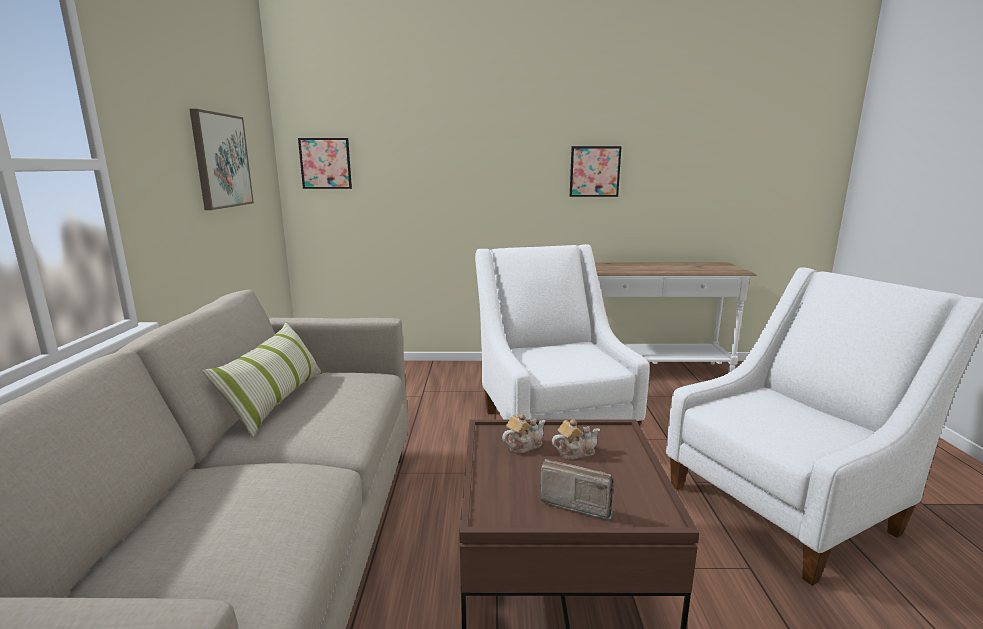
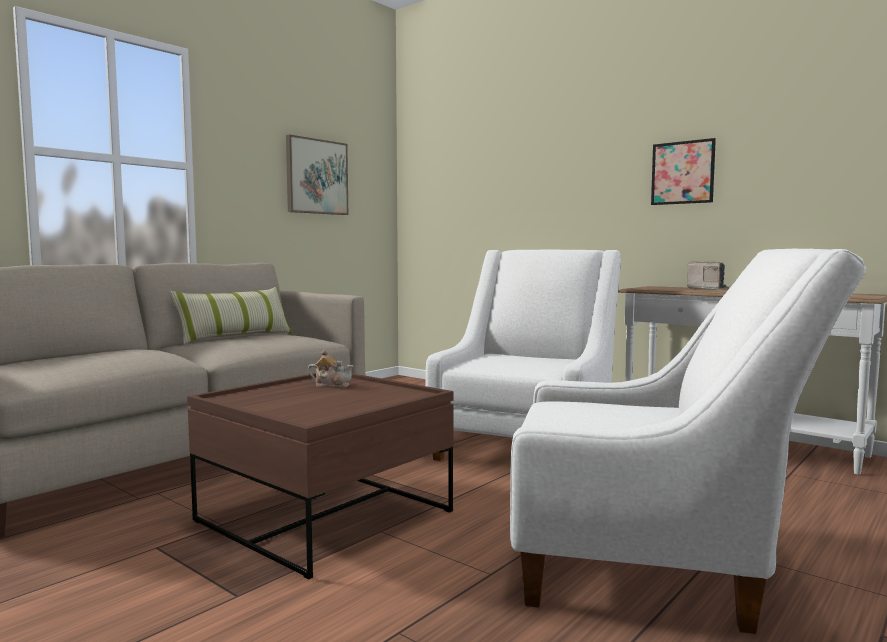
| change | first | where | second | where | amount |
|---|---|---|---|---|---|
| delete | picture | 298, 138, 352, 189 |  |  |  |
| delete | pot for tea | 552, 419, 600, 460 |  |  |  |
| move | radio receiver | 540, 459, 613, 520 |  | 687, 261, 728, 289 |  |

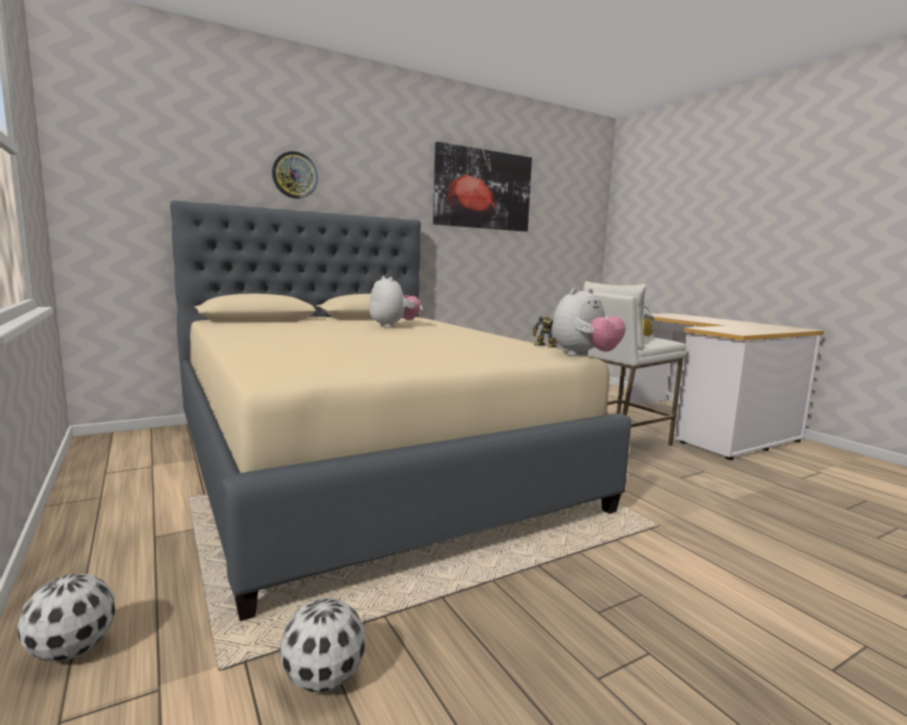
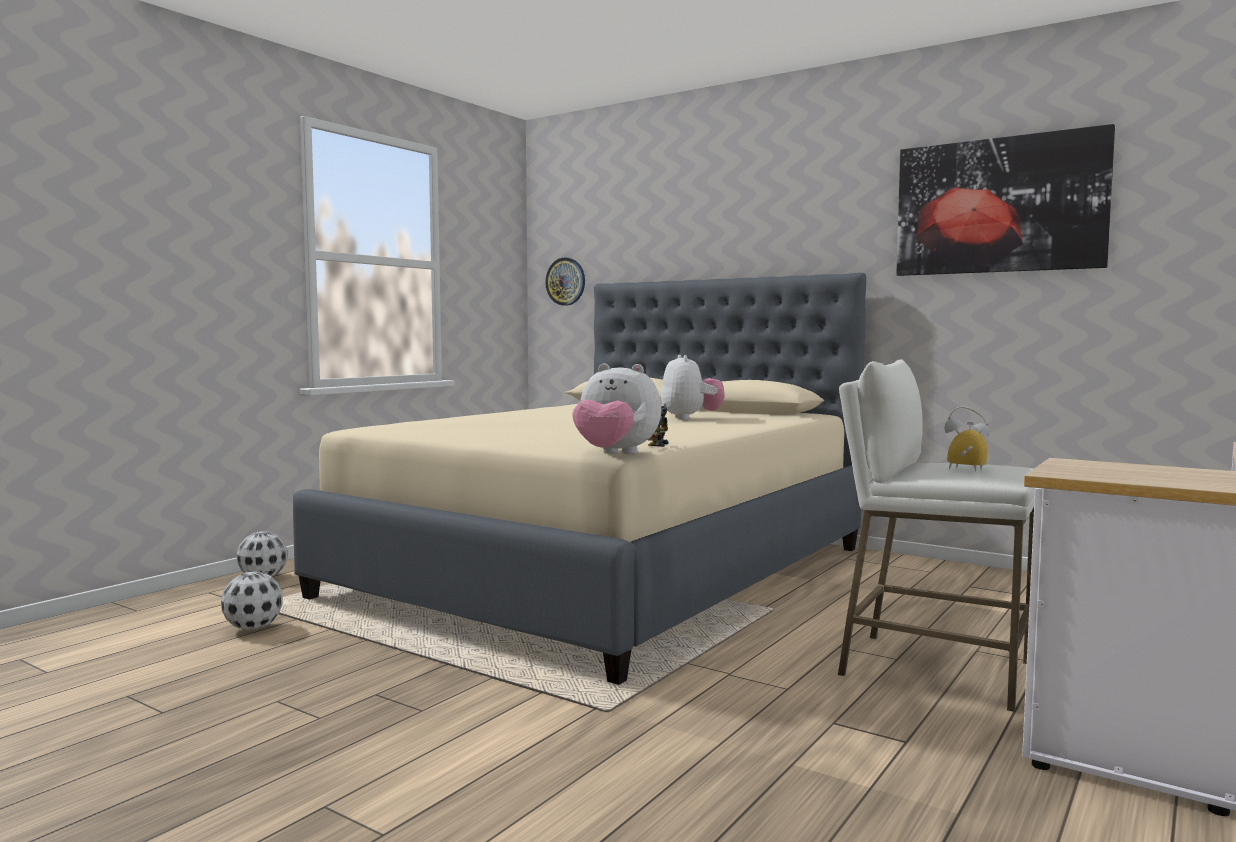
| change | first | where | second | where | amount |
|---|---|---|---|---|---|
| move | hanging clock | 272, 151, 318, 199 |  | 545, 257, 585, 306 |  |
| rotate | soft toy | 369, 276, 420, 328 |  | 661, 355, 725, 420 | 45 degrees counterclockwise |

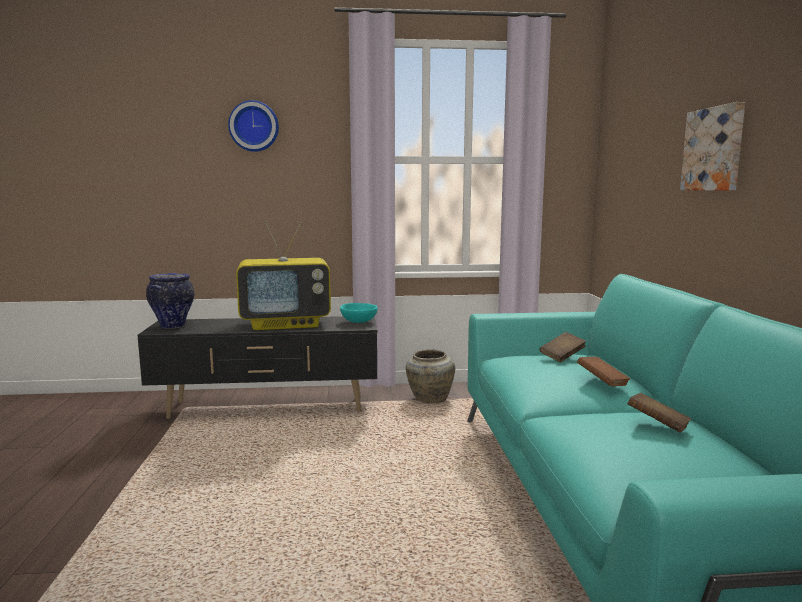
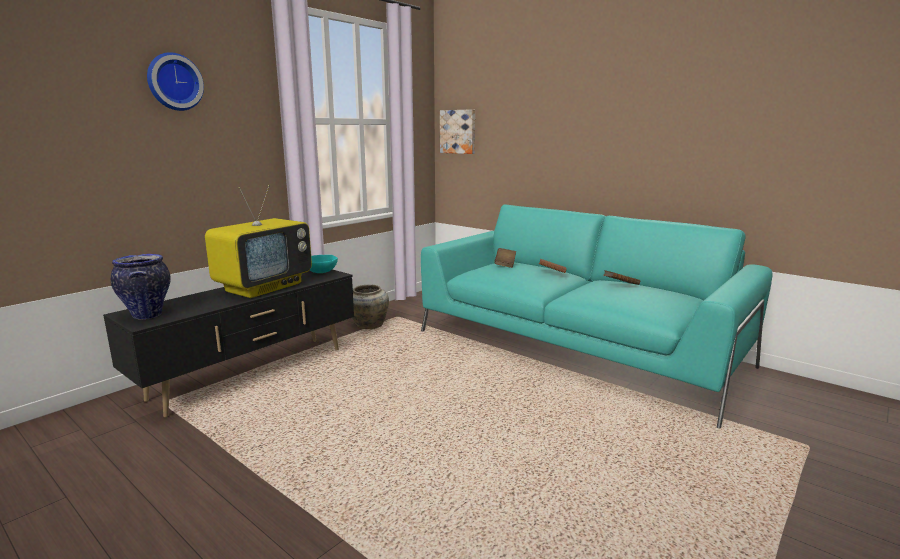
| change | first | where | second | where | amount |
|---|---|---|---|---|---|
| move | picture | 680, 102, 745, 191 |  | 440, 109, 475, 154 |  |

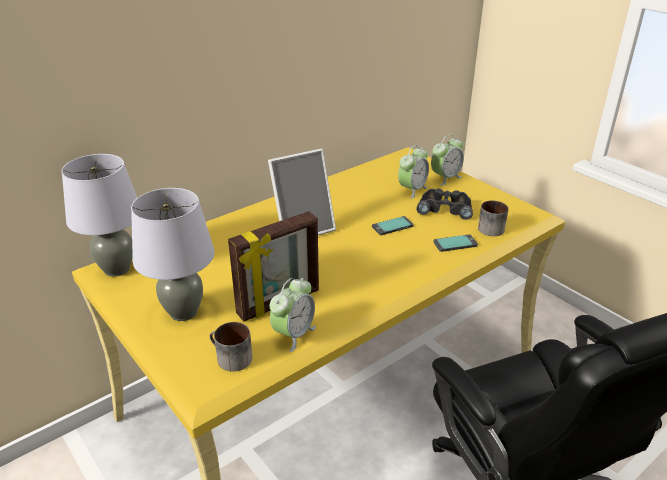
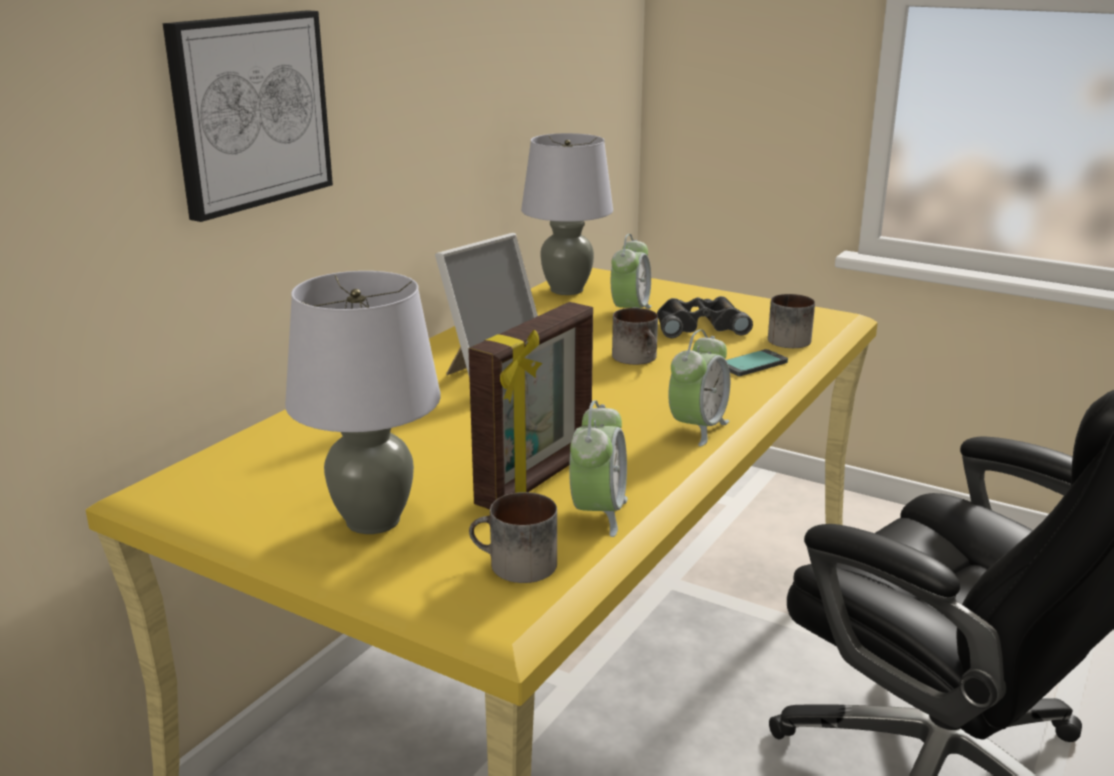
| change | first | where | second | where | amount |
|---|---|---|---|---|---|
| move | bedside clock | 431, 135, 464, 186 |  | 668, 329, 730, 447 |  |
| move | greyish tabletop lamp | 61, 154, 137, 277 |  | 521, 133, 613, 295 |  |
| replace | handset | 372, 216, 414, 235 | tea mug | 612, 308, 658, 365 |  |
| insert |  |  | picture | 163, 10, 333, 222 |  |

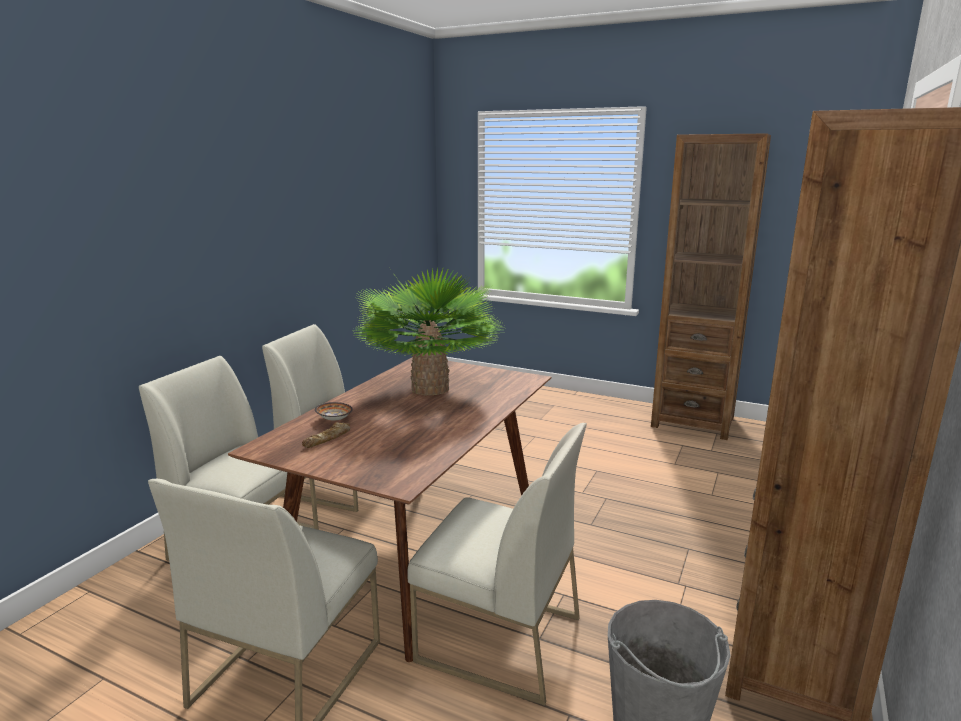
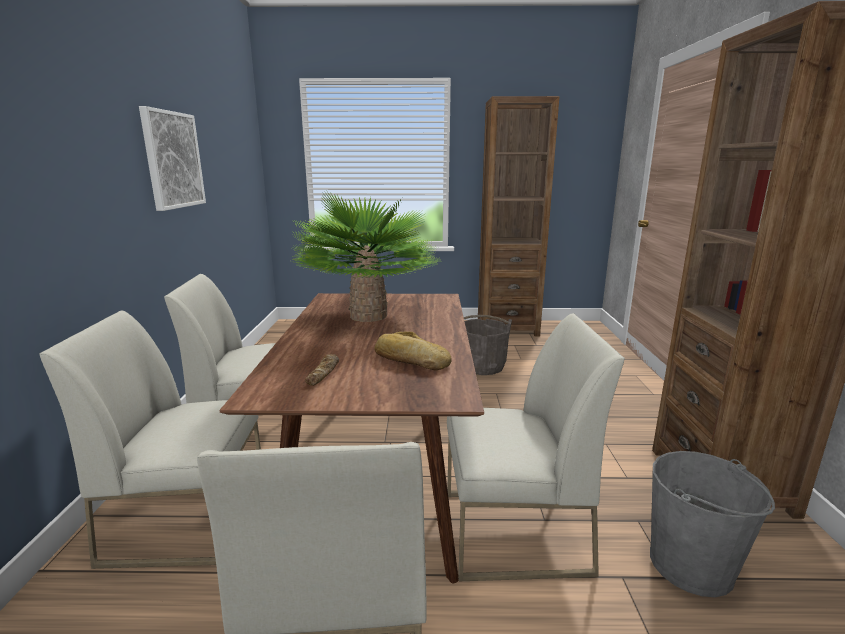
| change | first | where | second | where | amount |
|---|---|---|---|---|---|
| delete | deep dish | 315, 402, 353, 420 |  |  |  |
| insert |  |  | picture | 139, 106, 206, 211 |  |
| insert |  |  | greyish pail | 464, 315, 512, 375 |  |
| insert |  |  | bread | 375, 332, 452, 370 |  |

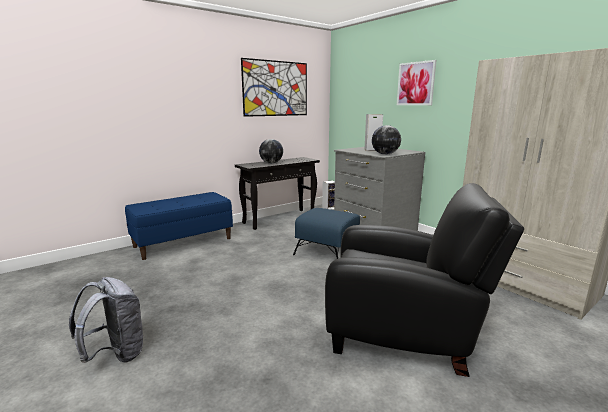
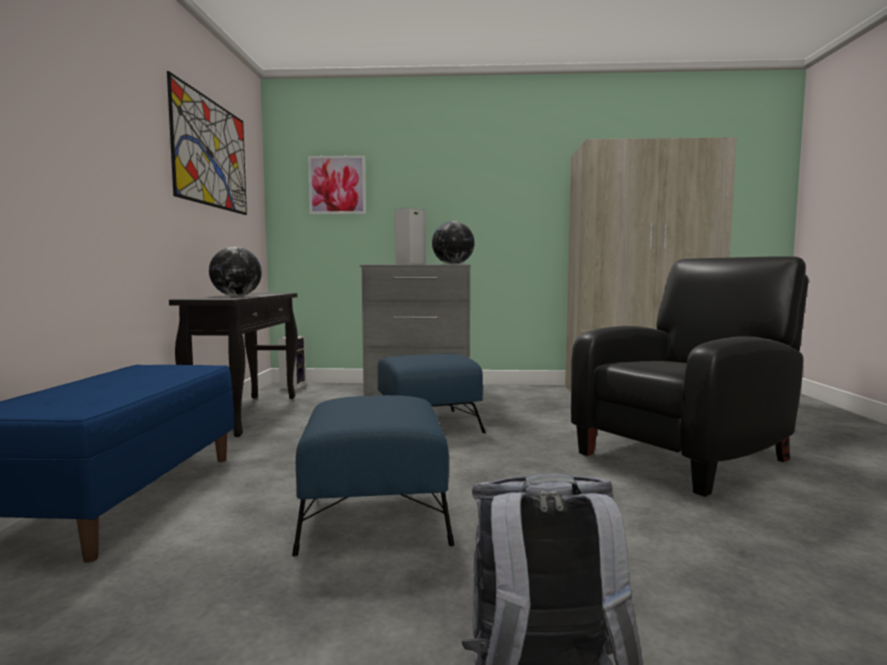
| change | first | where | second | where | amount |
|---|---|---|---|---|---|
| move | picture | 397, 60, 436, 105 |  | 308, 155, 366, 214 |  |
| insert |  |  | blue-coloured footrest | 292, 395, 454, 556 |  |

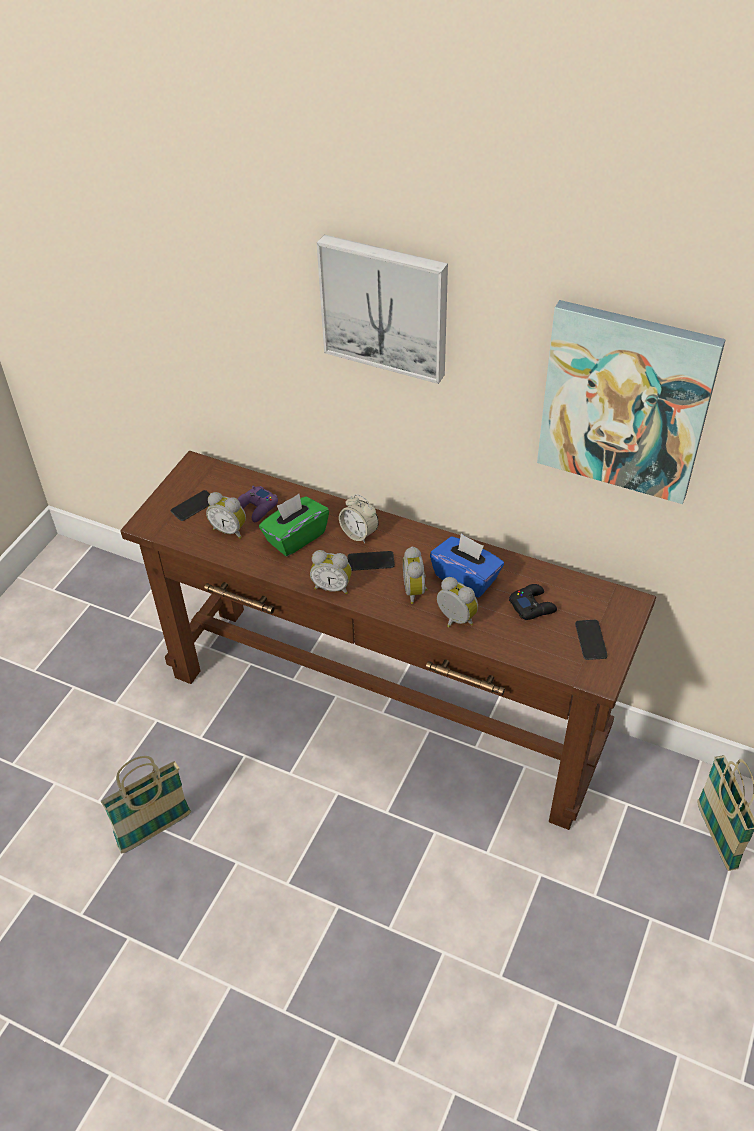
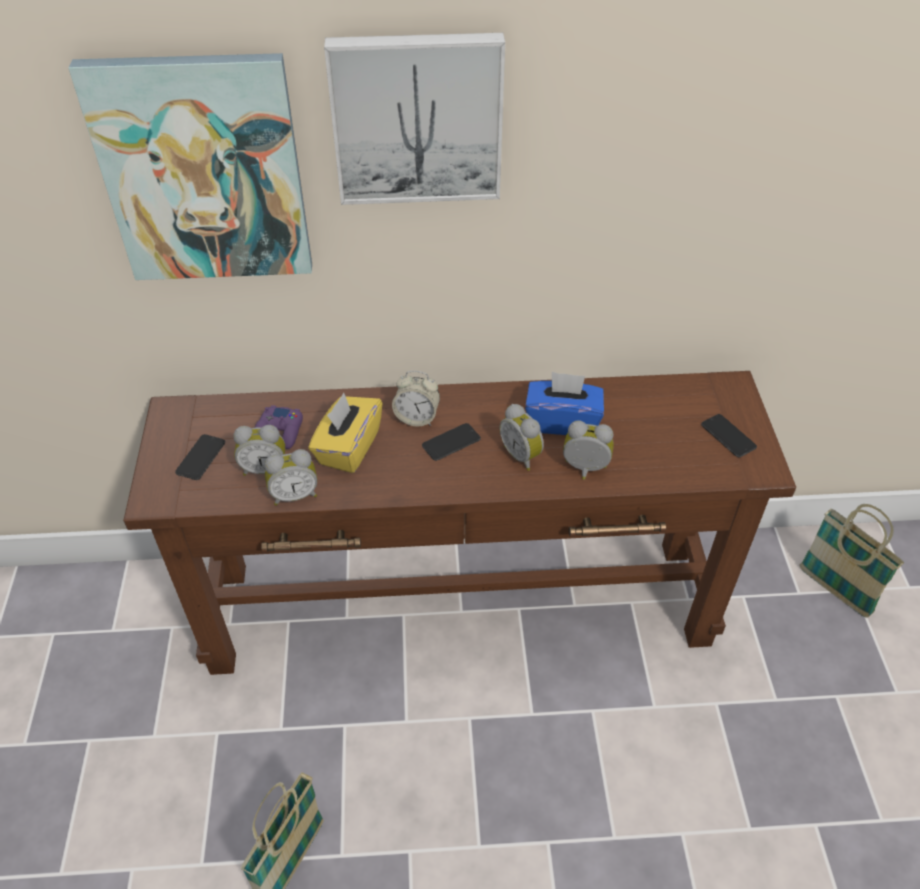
| change | first | where | second | where | amount |
|---|---|---|---|---|---|
| move | picture | 537, 300, 726, 504 |  | 68, 53, 312, 280 |  |
| recolor | green-coloured tissue holder | 259, 494, 329, 557 | yellow-coloured tissue holder | 308, 393, 382, 473 |  |
| move | bedside clock | 310, 550, 352, 594 |  | 264, 449, 317, 506 |  |
| delete | blackish joypad | 509, 584, 557, 620 |  |  |  |

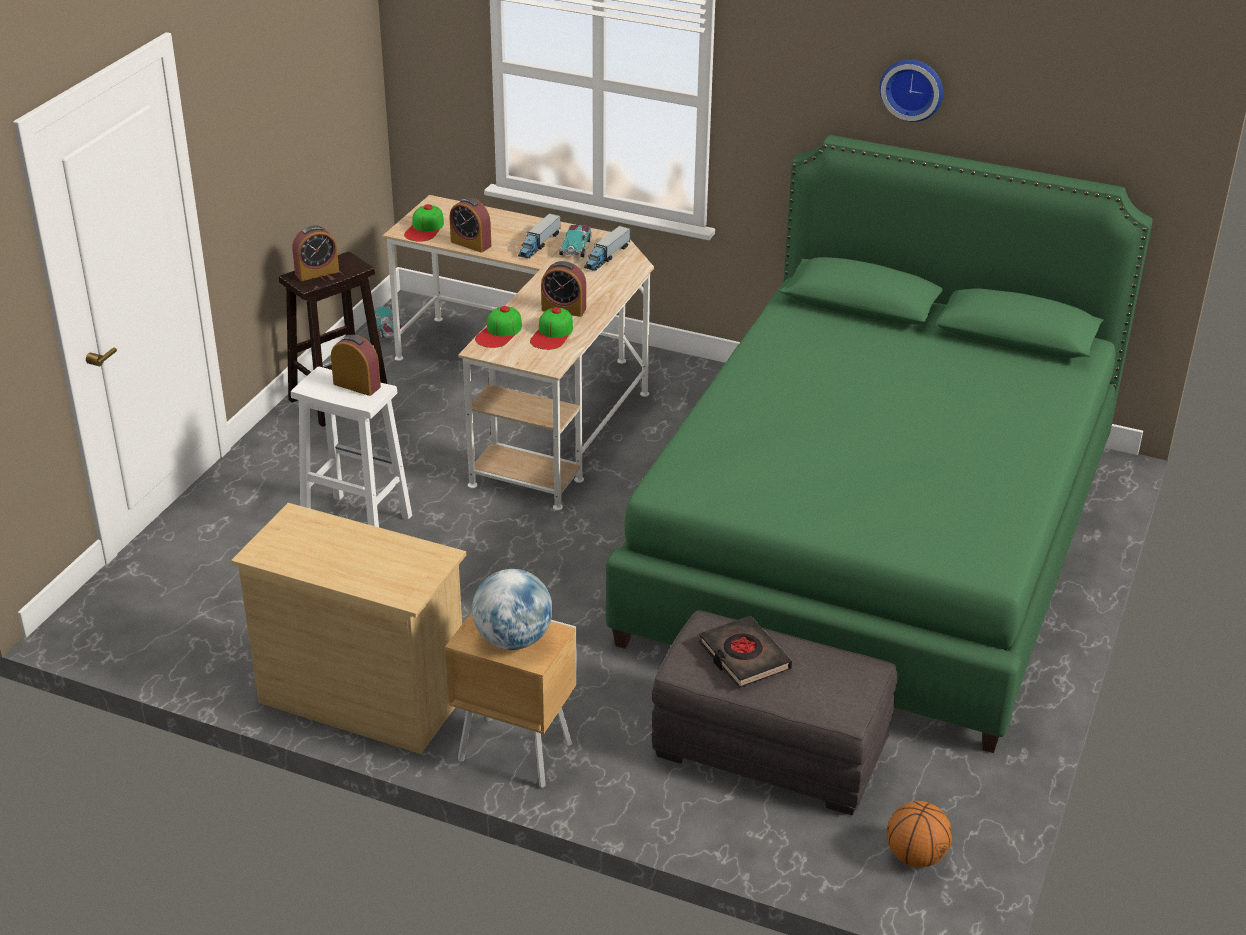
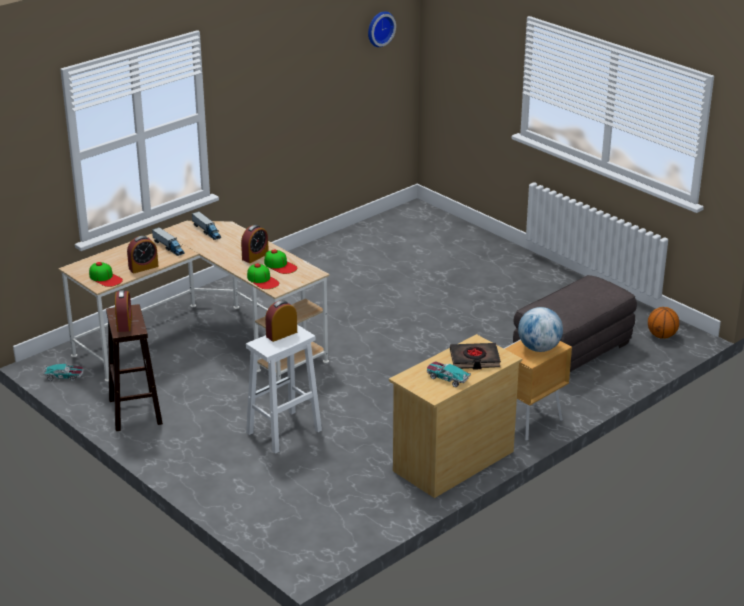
| change | first | where | second | where | amount |
|---|---|---|---|---|---|
| move | hanging clock | 879, 59, 943, 122 |  | 368, 12, 396, 47 |  |
| delete | green-coloured bed | 606, 135, 1153, 753 |  |  |  |
| move | toy car | 559, 225, 592, 257 |  | 427, 361, 471, 387 |  |
| move | blackish volume | 699, 616, 792, 688 |  | 450, 343, 501, 370 |  |

